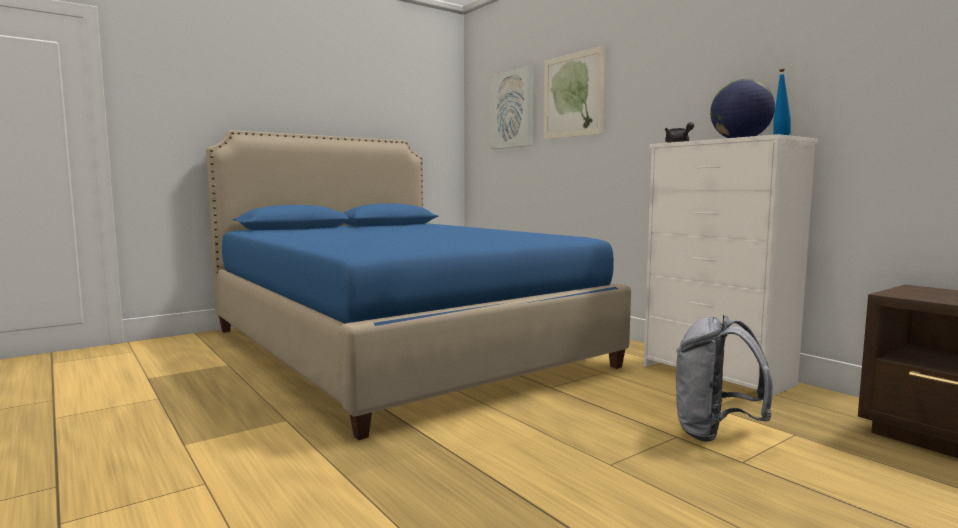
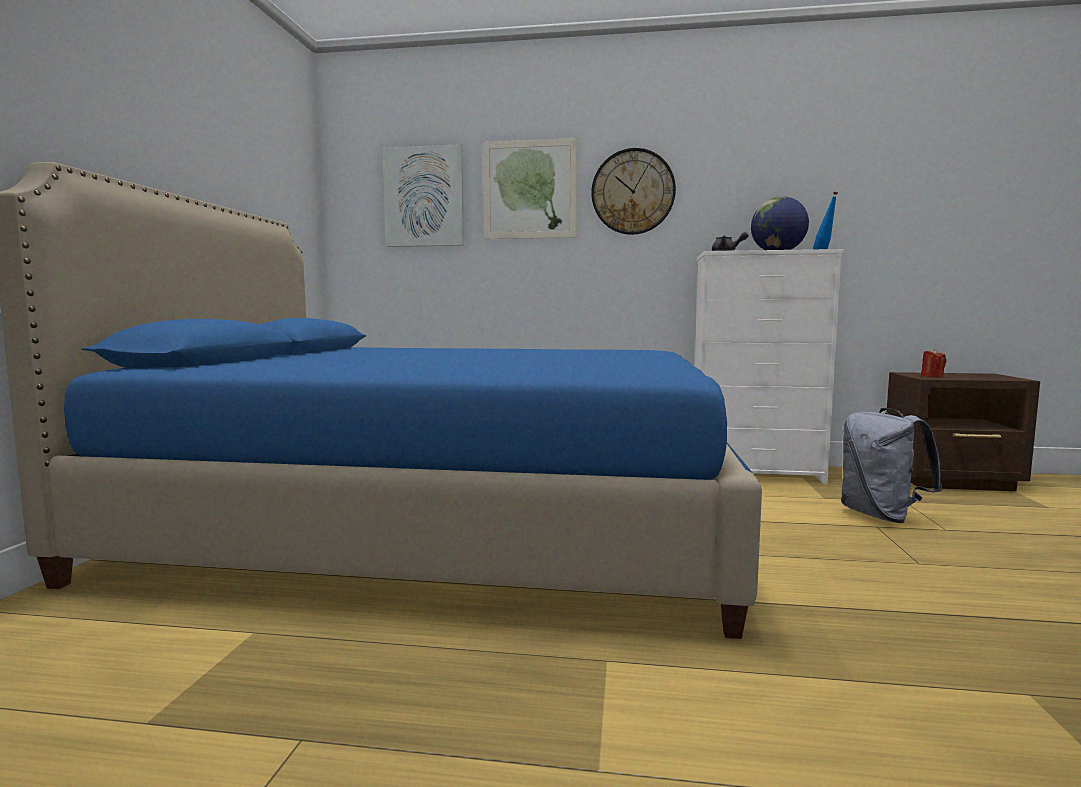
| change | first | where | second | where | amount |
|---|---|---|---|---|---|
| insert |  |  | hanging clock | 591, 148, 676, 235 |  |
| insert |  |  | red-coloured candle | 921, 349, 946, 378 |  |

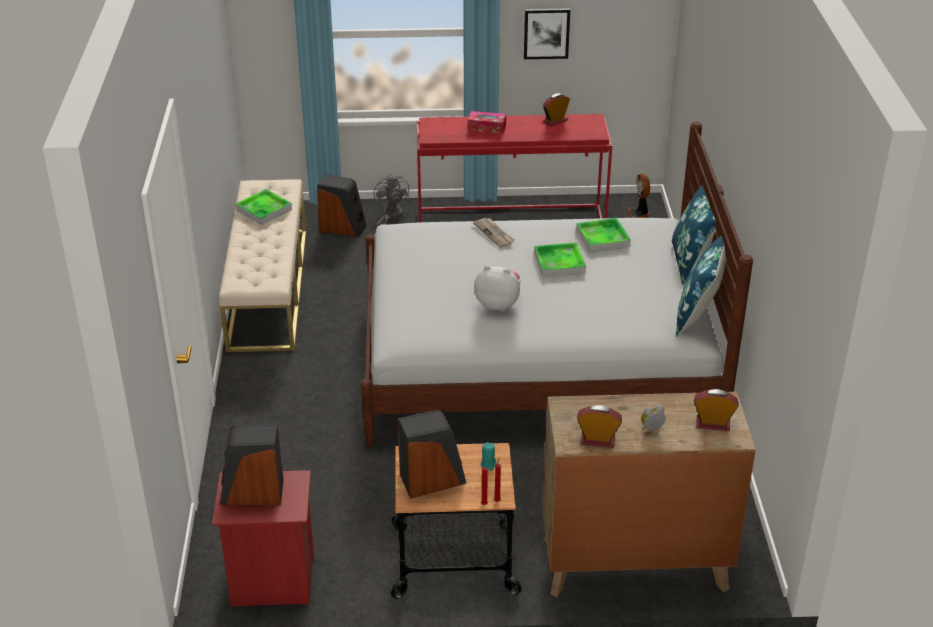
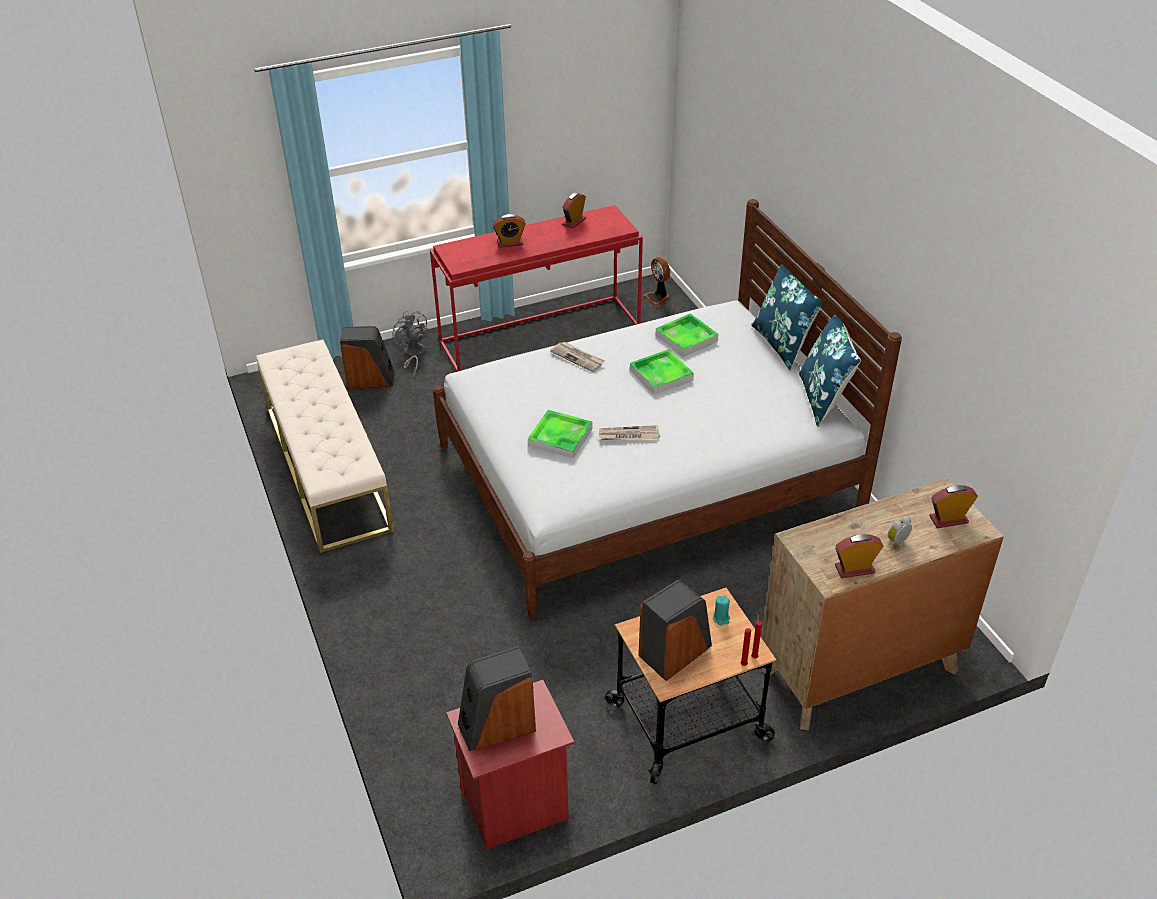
| change | first | where | second | where | amount |
|---|---|---|---|---|---|
| delete | picture | 524, 8, 570, 59 |  |  |  |
| replace | tissue holder | 468, 111, 506, 134 | bedside clock | 493, 214, 526, 248 |  |
| move | tray | 235, 189, 292, 225 |  | 528, 410, 592, 458 |  |
| replace | soft toy | 474, 266, 521, 311 | newspaper | 599, 425, 660, 440 |  |

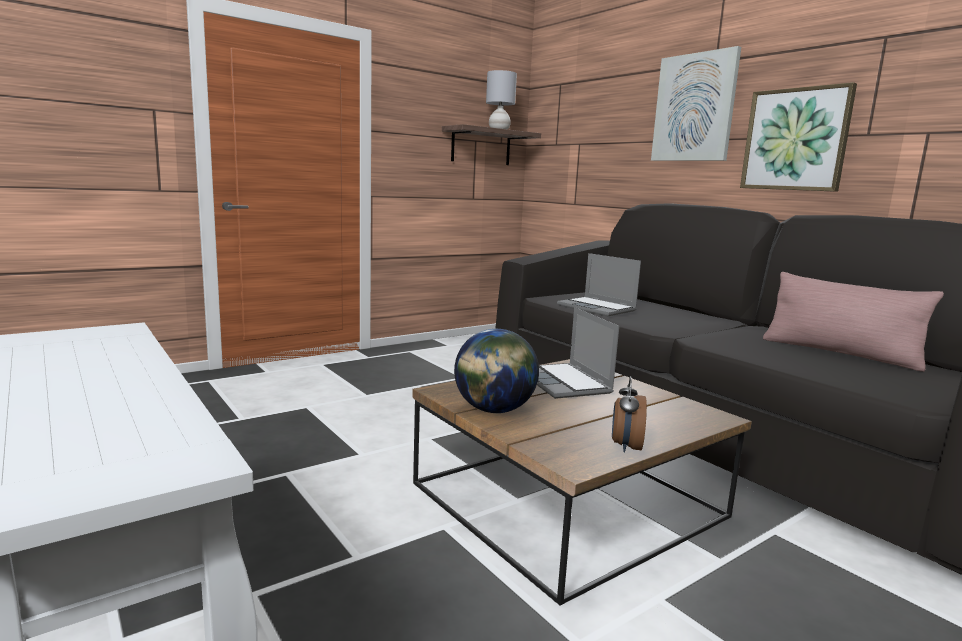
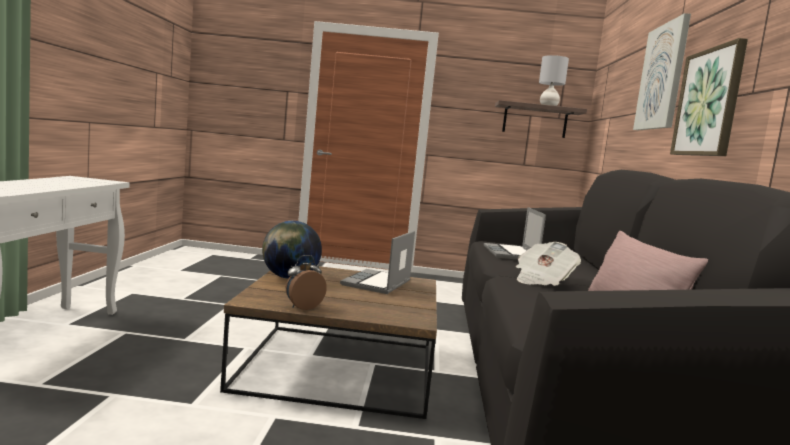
| change | first | where | second | where | amount |
|---|---|---|---|---|---|
| insert |  |  | newspaper | 516, 242, 581, 286 |  |

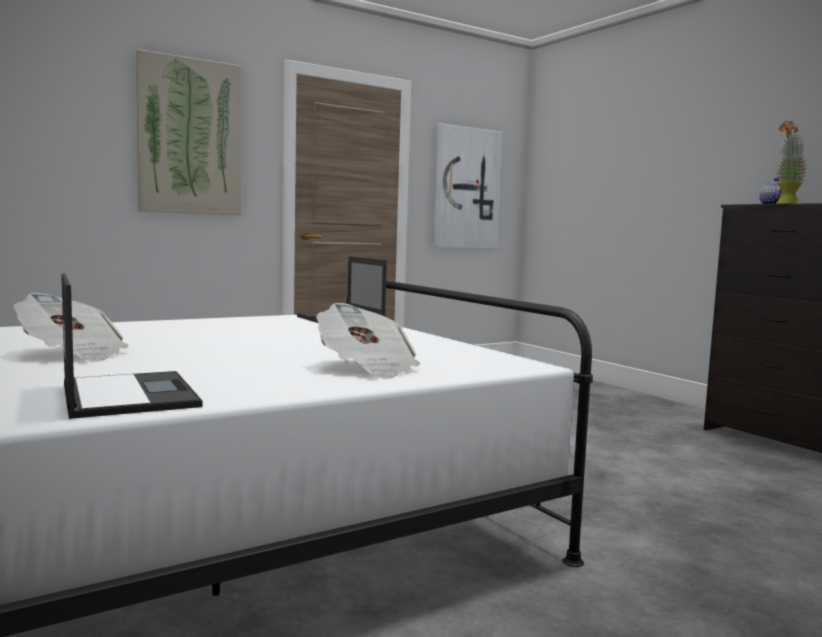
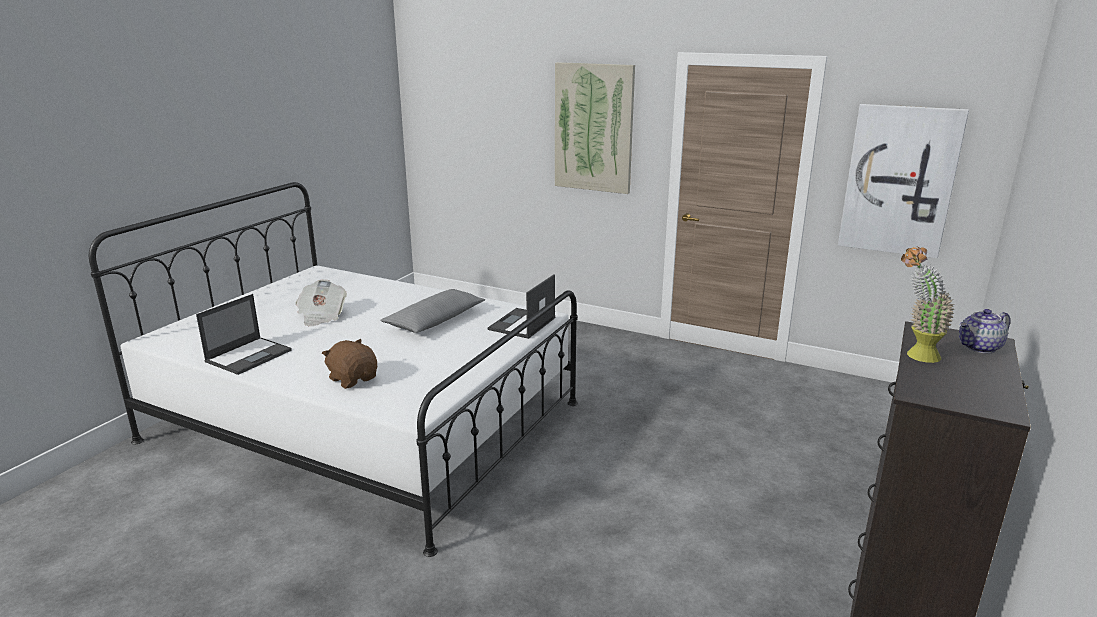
| change | first | where | second | where | amount |
|---|---|---|---|---|---|
| replace | newspaper | 316, 303, 420, 379 | brownish soft toy | 322, 339, 377, 389 |  |
| insert |  |  | greyish throw pillow | 380, 289, 485, 333 |  |

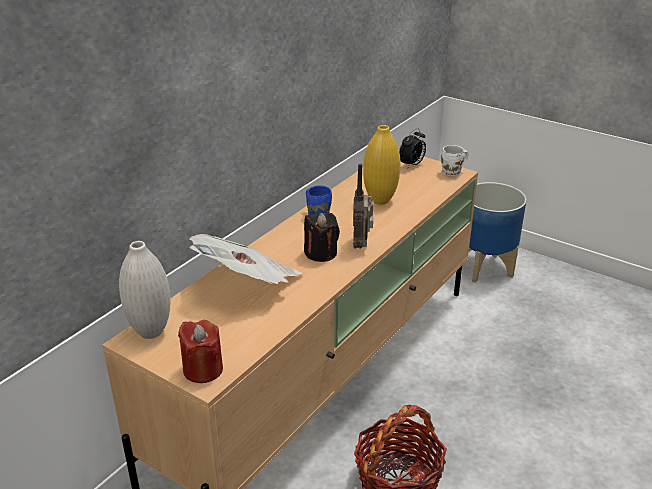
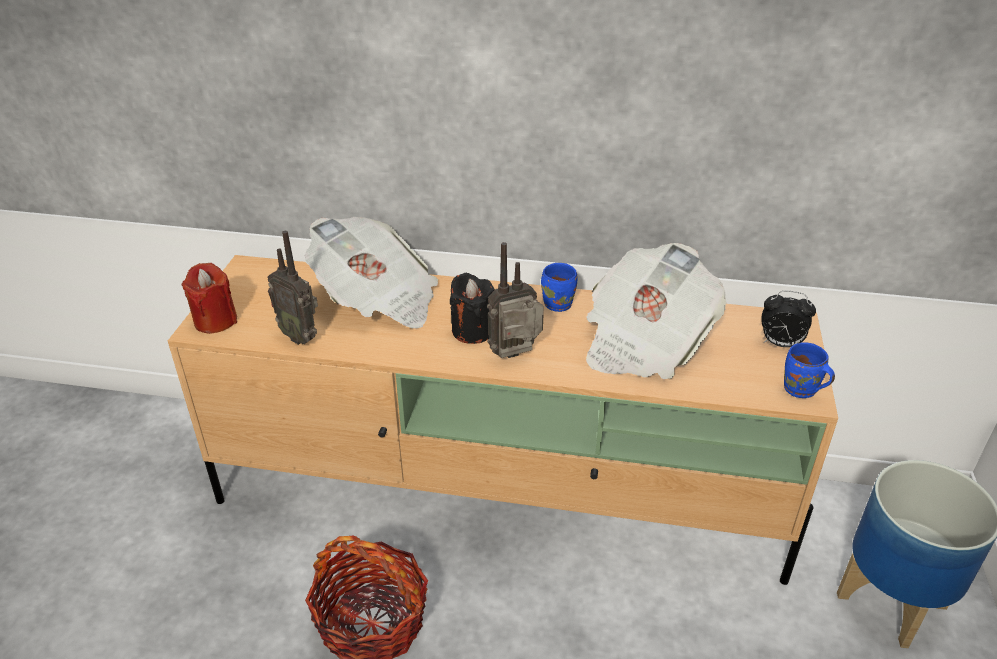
| change | first | where | second | where | amount |
|---|---|---|---|---|---|
| replace | yellow-coloured decorative vase | 363, 125, 400, 205 | newspaper | 586, 243, 726, 379 |  |
| recolor | whitish tea mug | 441, 145, 468, 177 | blue-coloured tea mug | 784, 342, 835, 398 |  |
| delete | whitish decorative vase | 119, 241, 171, 339 |  |  |  |
| insert |  |  | radio receiver | 267, 231, 318, 345 |  |

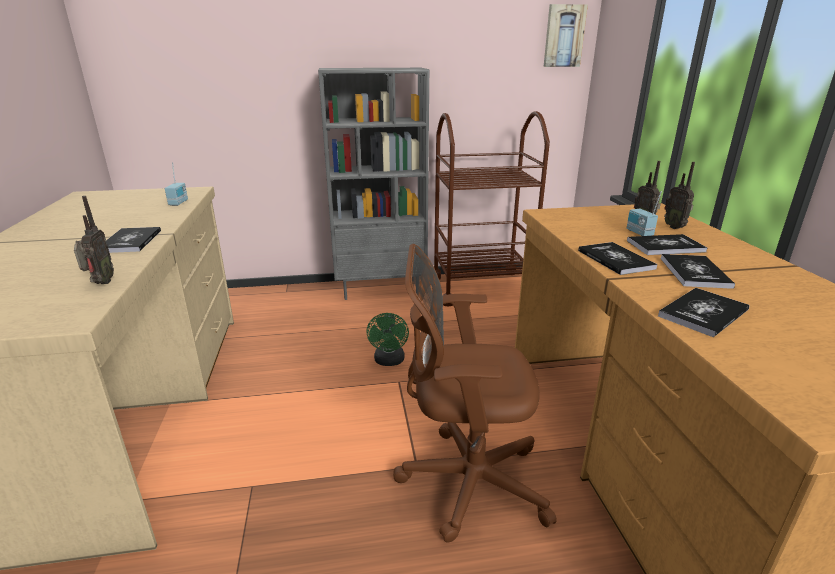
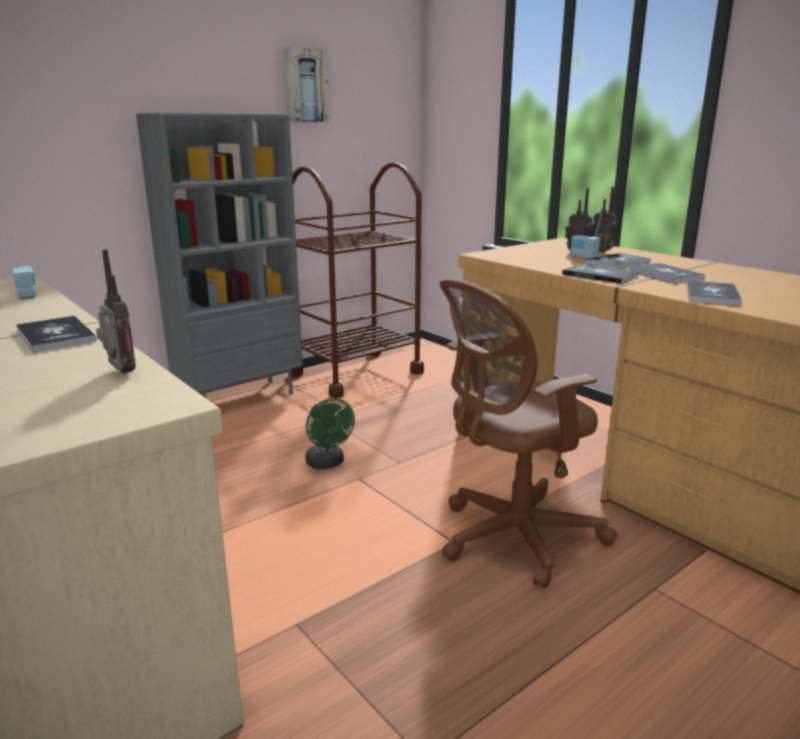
| change | first | where | second | where | amount |
|---|---|---|---|---|---|
| move | picture | 543, 4, 588, 67 |  | 284, 48, 329, 122 |  |

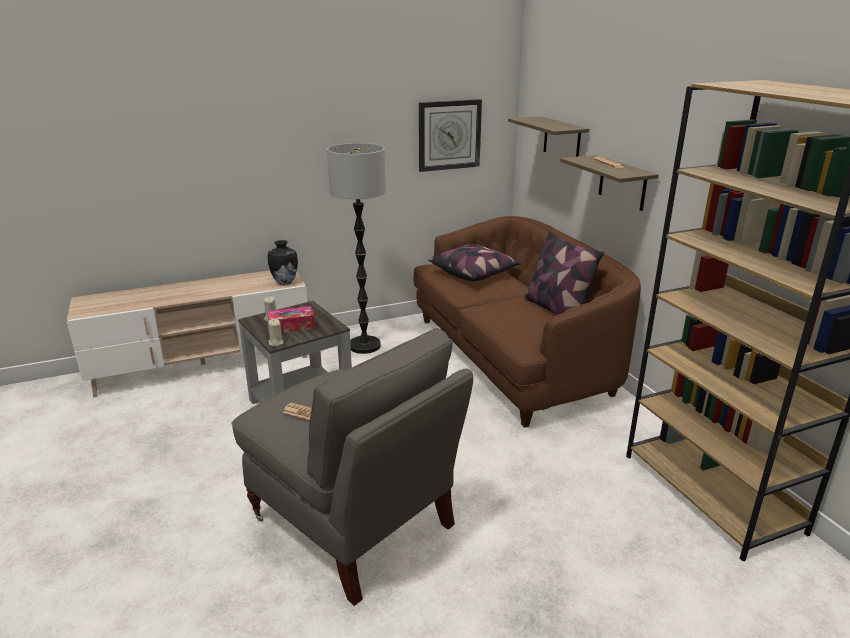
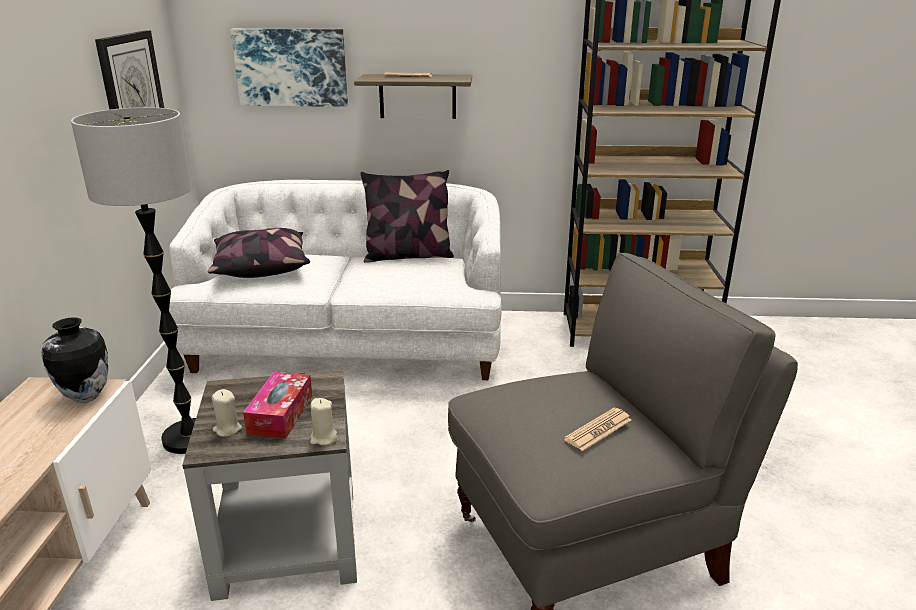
| change | first | where | second | where | amount |
|---|---|---|---|---|---|
| replace | bracket shelf | 508, 116, 589, 157 | picture | 231, 29, 348, 107 |  |
| recolor | brownish settee | 414, 216, 641, 428 | whitish settee | 169, 180, 502, 380 |  |

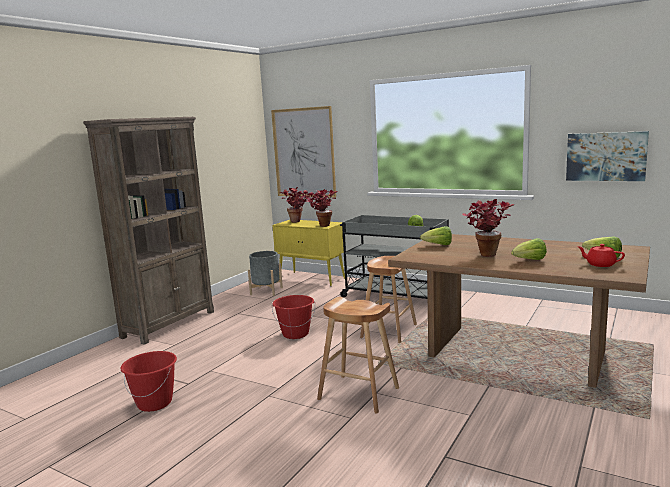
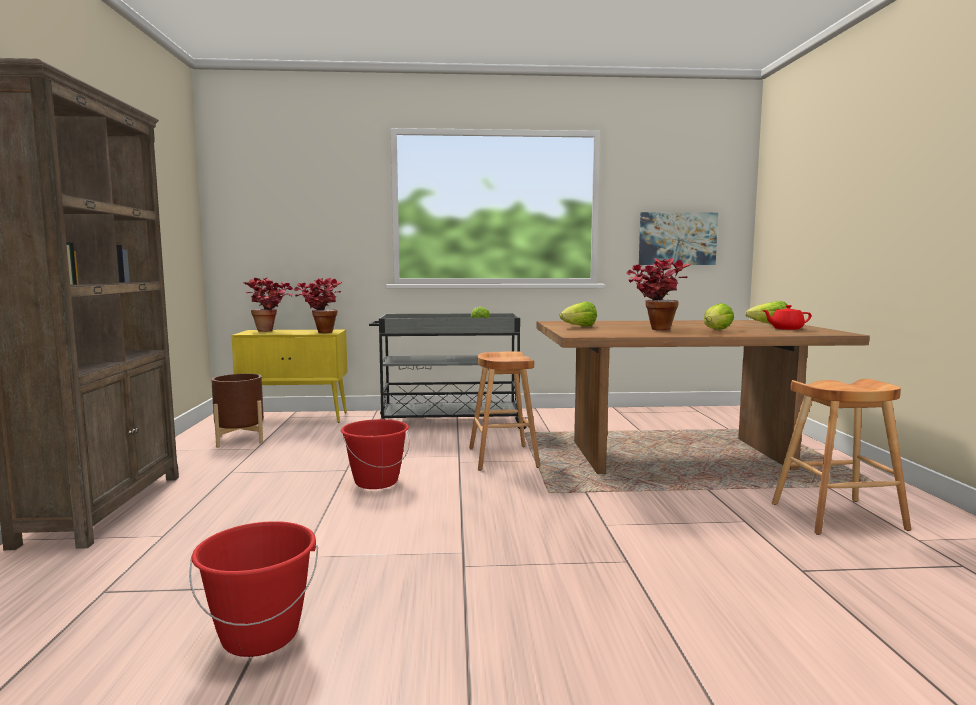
| change | first | where | second | where | amount |
|---|---|---|---|---|---|
| delete | picture | 271, 106, 336, 198 |  |  |  |
| recolor | greyish flower pot | 248, 251, 283, 296 | brownish flower pot | 211, 373, 264, 448 |  |
| move | brownish stool seat | 317, 297, 399, 414 |  | 772, 379, 911, 535 |  |

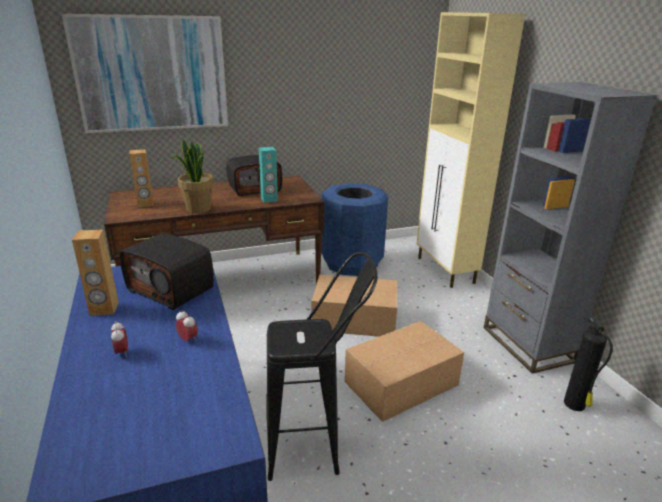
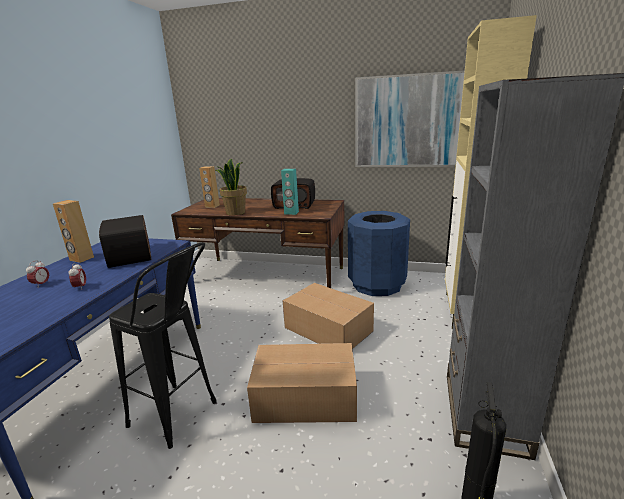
| change | first | where | second | where | amount |
|---|---|---|---|---|---|
| move | picture | 62, 14, 228, 133 |  | 355, 70, 465, 167 |  |

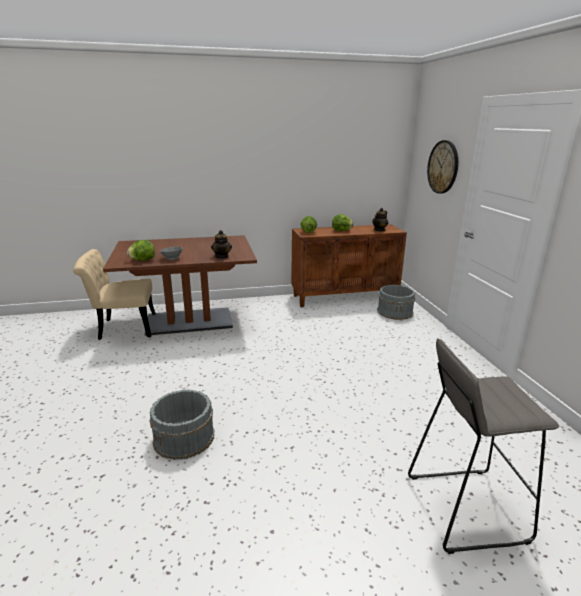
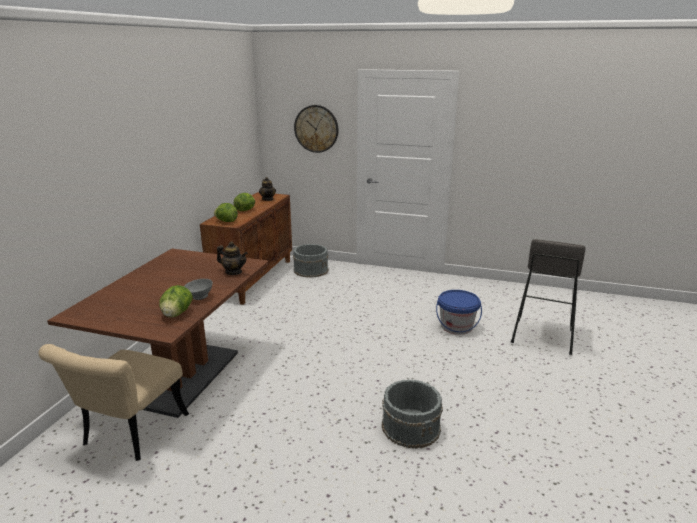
| change | first | where | second | where | amount |
|---|---|---|---|---|---|
| insert |  |  | blue-coloured pail | 436, 290, 482, 335 |  |

